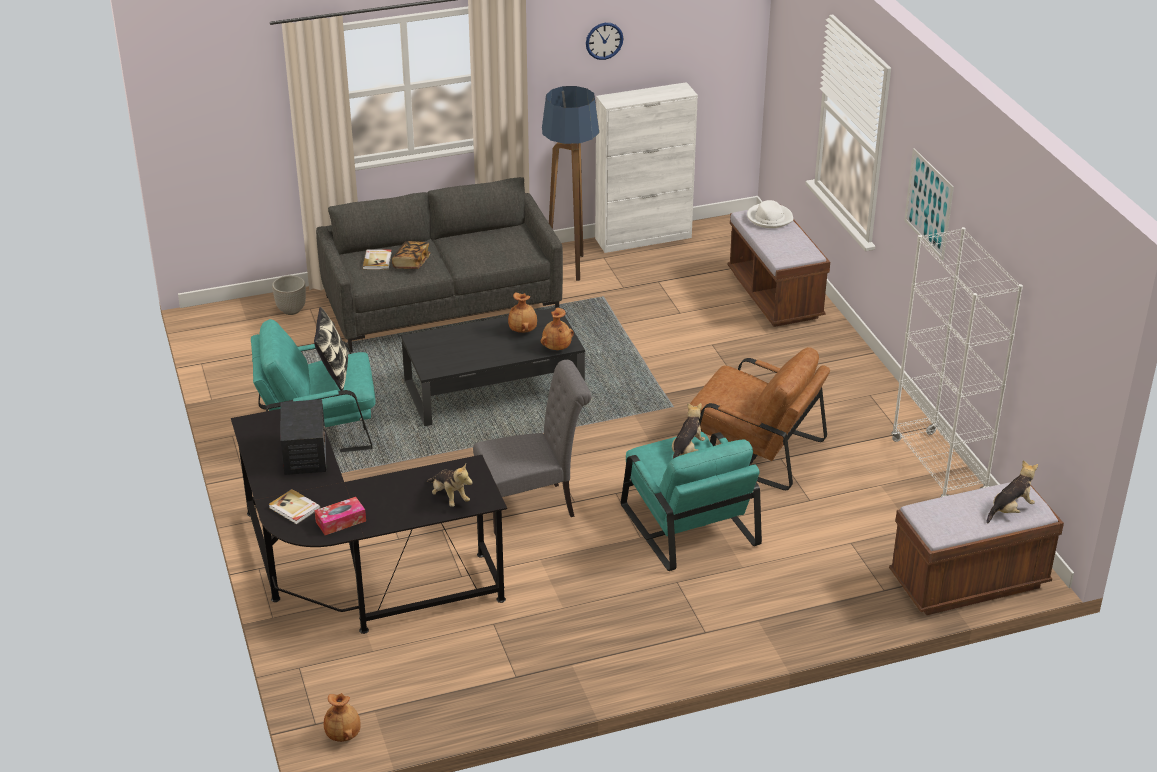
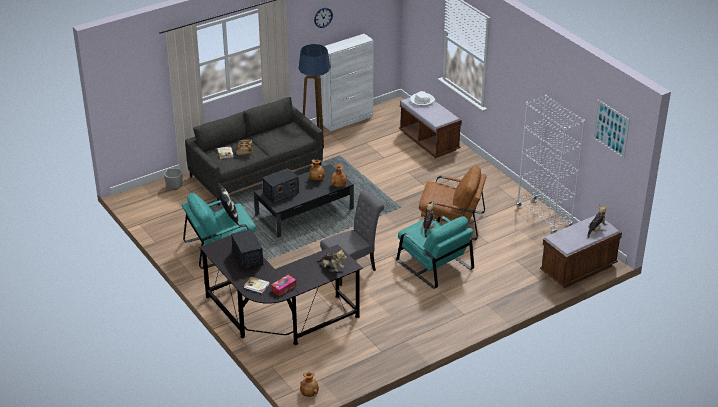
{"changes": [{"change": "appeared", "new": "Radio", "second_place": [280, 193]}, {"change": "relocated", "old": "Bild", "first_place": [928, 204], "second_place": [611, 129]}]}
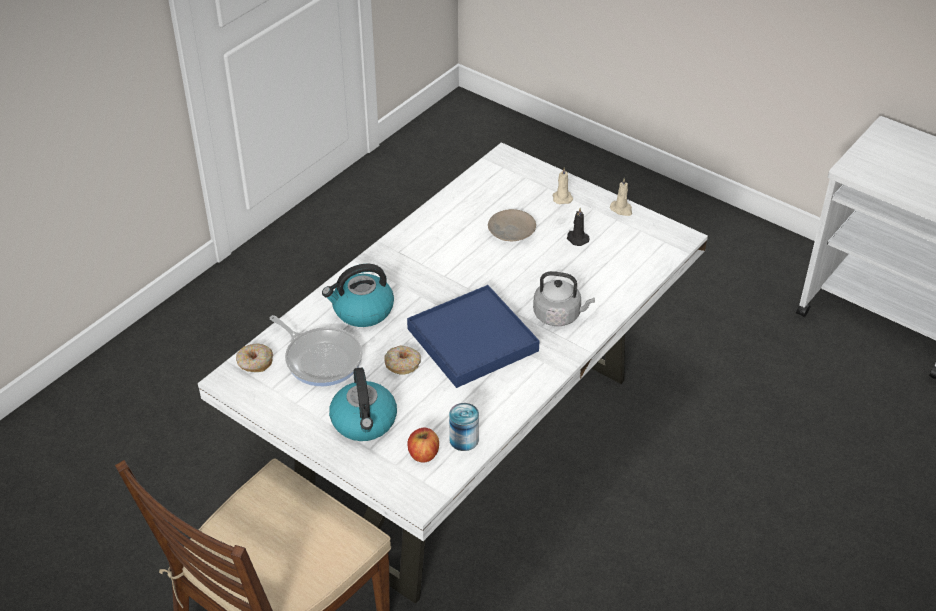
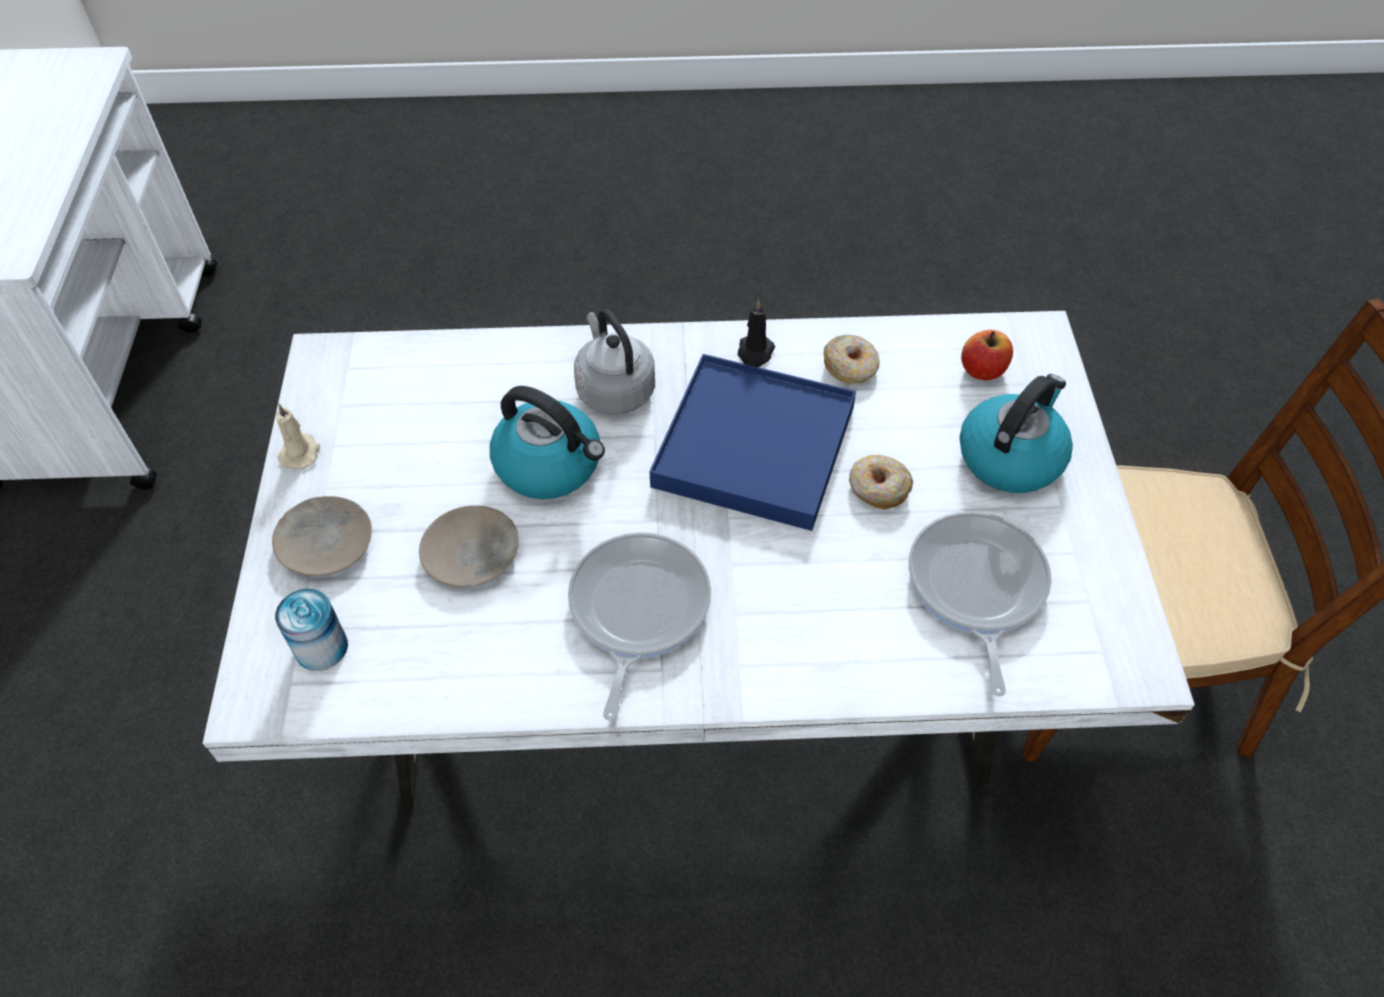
{"changes": [{"change": "appeared", "new": "Pfanne", "second_place": [636, 610]}, {"change": "relocated", "old": "Donut", "first_place": [255, 362], "second_place": [850, 367]}, {"change": "relocated", "old": "Wasserkessel", "first_place": [362, 311], "second_place": [550, 465]}, {"change": "relocated", "old": "Dose", "first_place": [464, 439], "second_place": [321, 647]}, {"change": "relocated", "old": "Kerze (schwarz)", "first_place": [577, 238], "second_place": [755, 353]}, {"change": "exchanged", "old": "Kerze (beige)", "new": "Teller (beige)", "first_place": [562, 197], "second_place": [325, 542]}]}
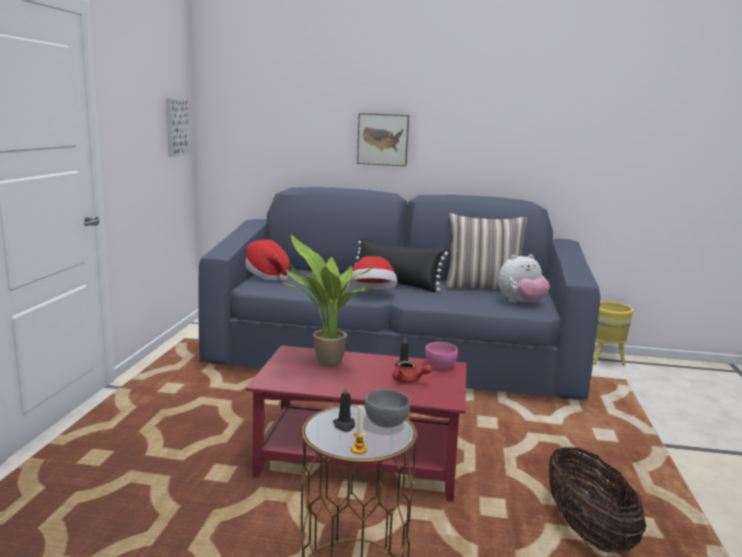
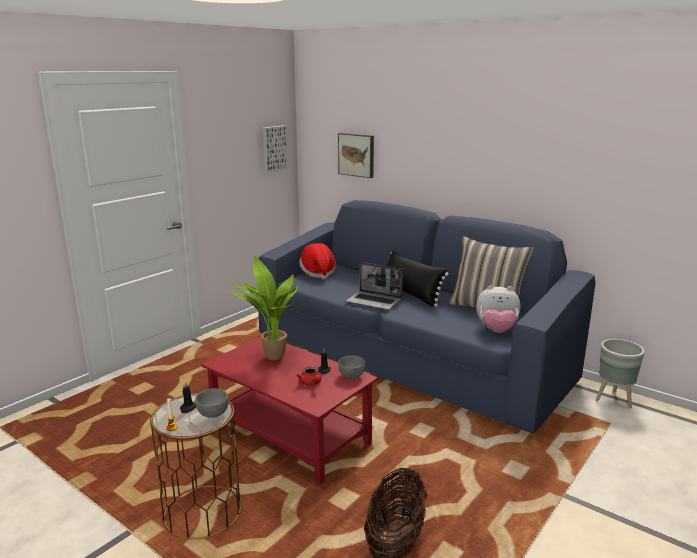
{"changes": [{"change": "relocated", "old": "Bild", "first_place": [383, 139], "second_place": [357, 155]}, {"change": "exchanged", "old": "Hut", "new": "Laptop", "first_place": [372, 294], "second_place": [375, 301]}, {"change": "colour", "old": "Schüssel (rosa)", "new": "Schüssel (grau)", "first_place": [440, 366], "second_place": [352, 376]}, {"change": "colour", "old": "Pflanzkübel (gelb)", "new": "Pflanzkübel (grau)", "first_place": [605, 361], "second_place": [614, 400]}]}
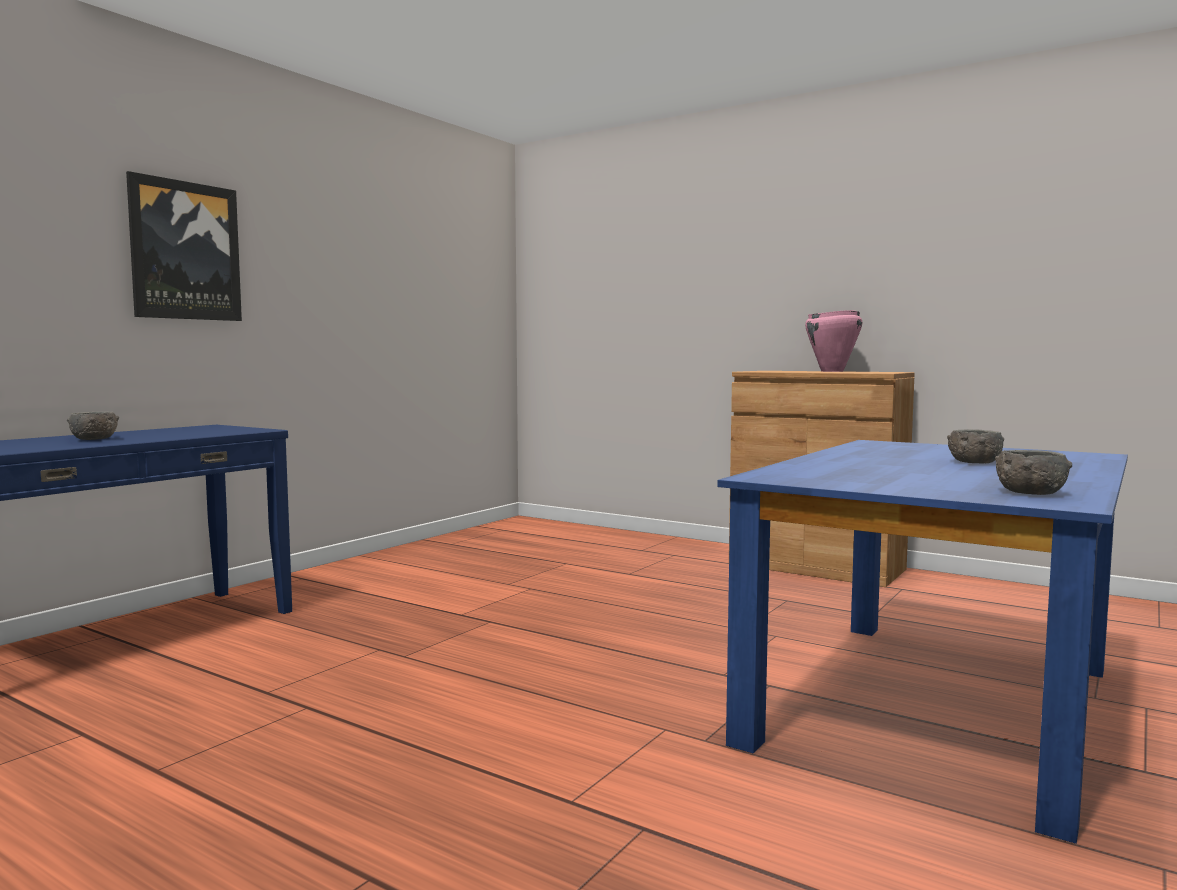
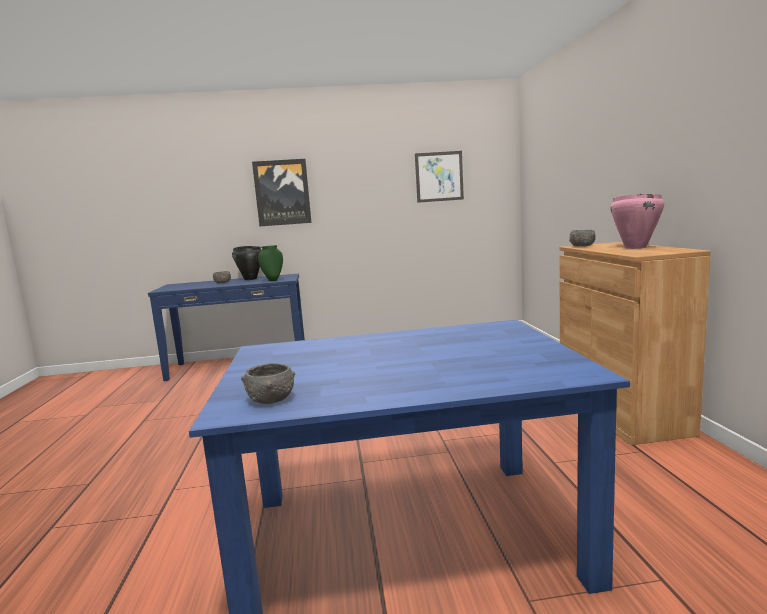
{"changes": [{"change": "appeared", "new": "Kochtopf (schwarz)", "second_place": [250, 279]}, {"change": "appeared", "new": "Vase (grün)", "second_place": [273, 280]}, {"change": "appeared", "new": "Bild", "second_place": [439, 176]}, {"change": "relocated", "old": "Schüssel (grau)", "first_place": [974, 462], "second_place": [582, 246]}]}
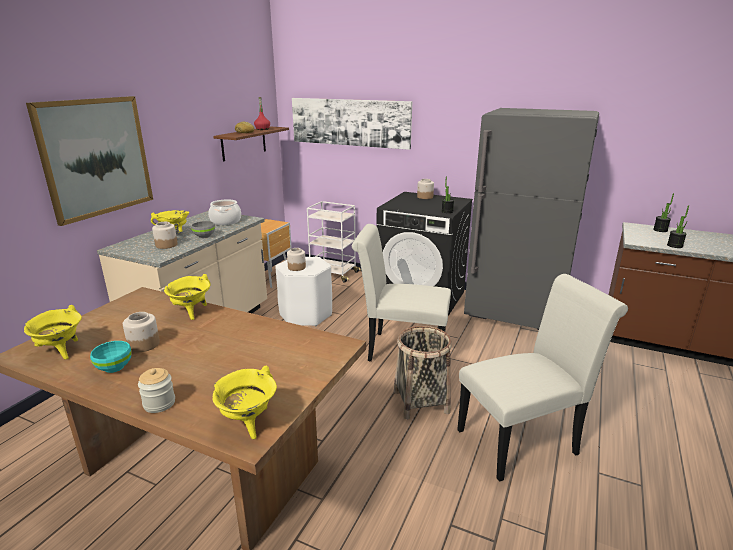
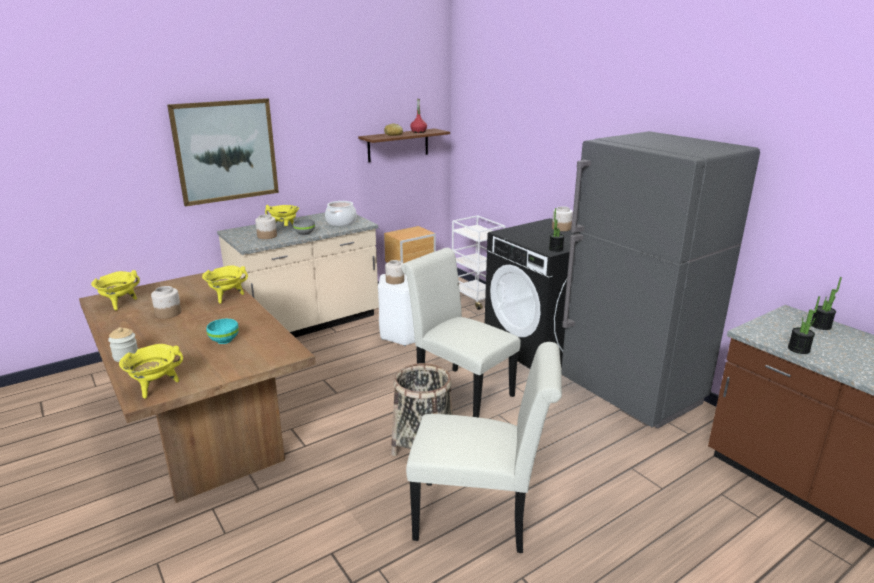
{"changes": [{"change": "missing", "old": "Bild", "first_place": [350, 122]}, {"change": "relocated", "old": "Schüssel (türkis)", "first_place": [114, 367], "second_place": [224, 340]}]}
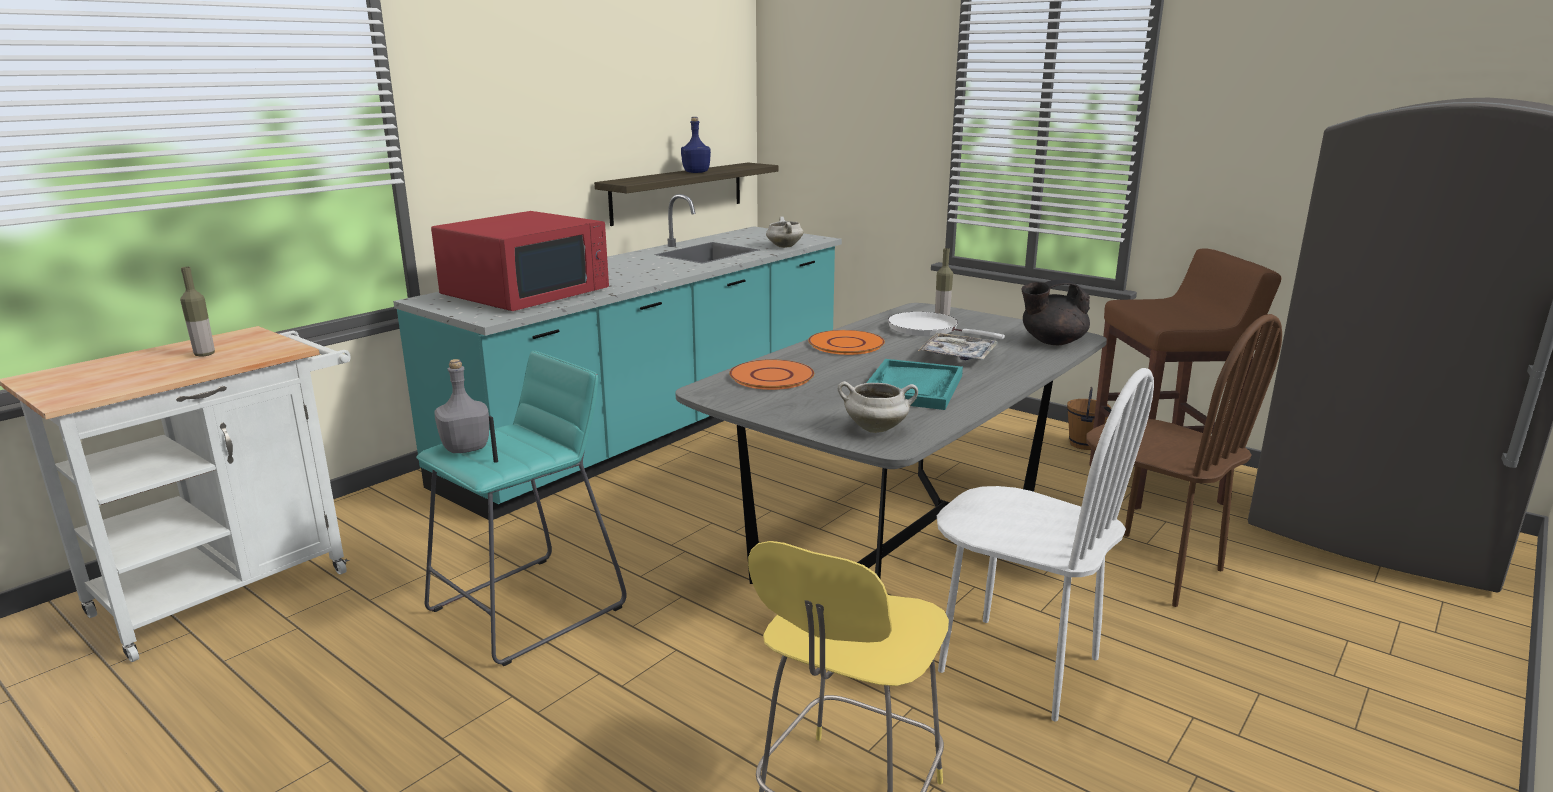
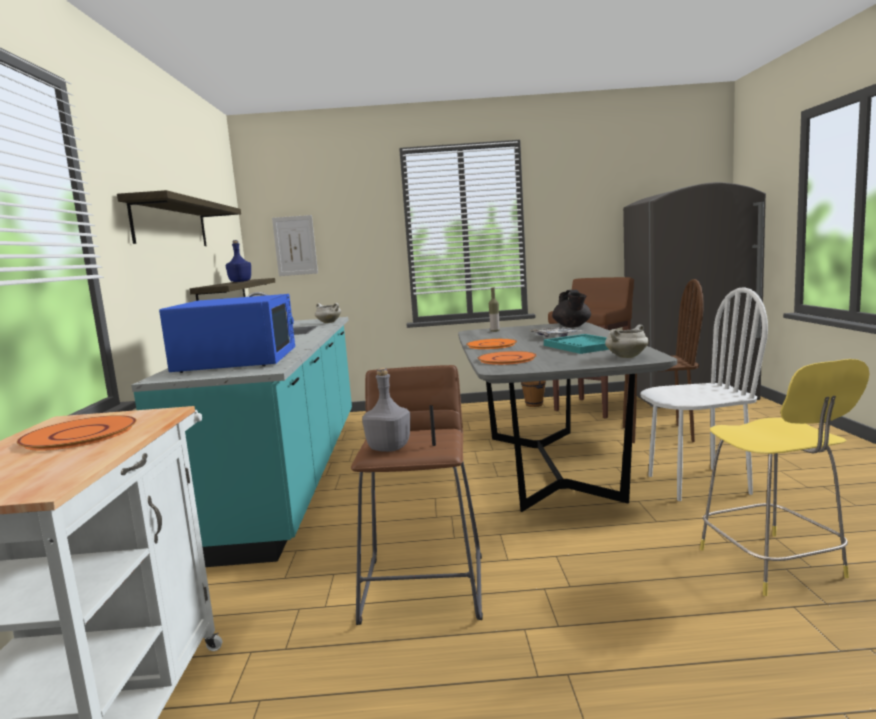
{"changes": [{"change": "missing", "old": "Pfanne (weiß)", "first_place": [927, 329]}, {"change": "appeared", "new": "Wandregal", "second_place": [171, 224]}, {"change": "appeared", "new": "Bild", "second_place": [295, 245]}, {"change": "exchanged", "old": "Flasche", "new": "Teller (orange)", "first_place": [204, 354], "second_place": [79, 435]}, {"change": "colour", "old": "Hocker (türkis)", "new": "Hocker (braun)", "first_place": [528, 608], "second_place": [423, 586]}, {"change": "colour", "old": "Mikrowelle (rot)", "new": "Mikrowelle (blau)", "first_place": [527, 292], "second_place": [238, 360]}, {"change": "spun", "old": "Teekanne (schwarz)", "first_place": [1052, 342], "second_place": [572, 326], "degrees": -45}]}
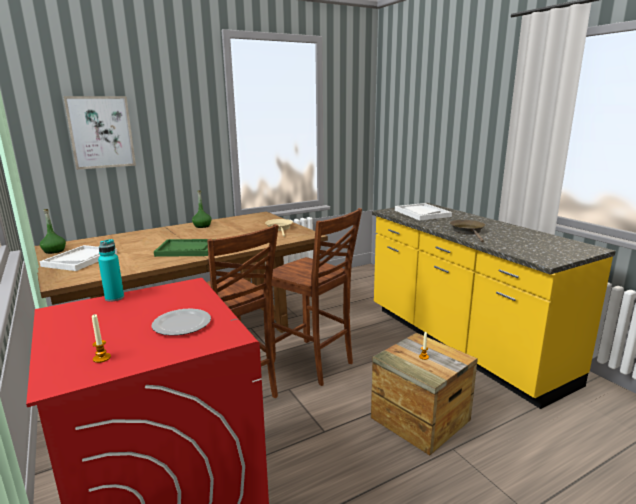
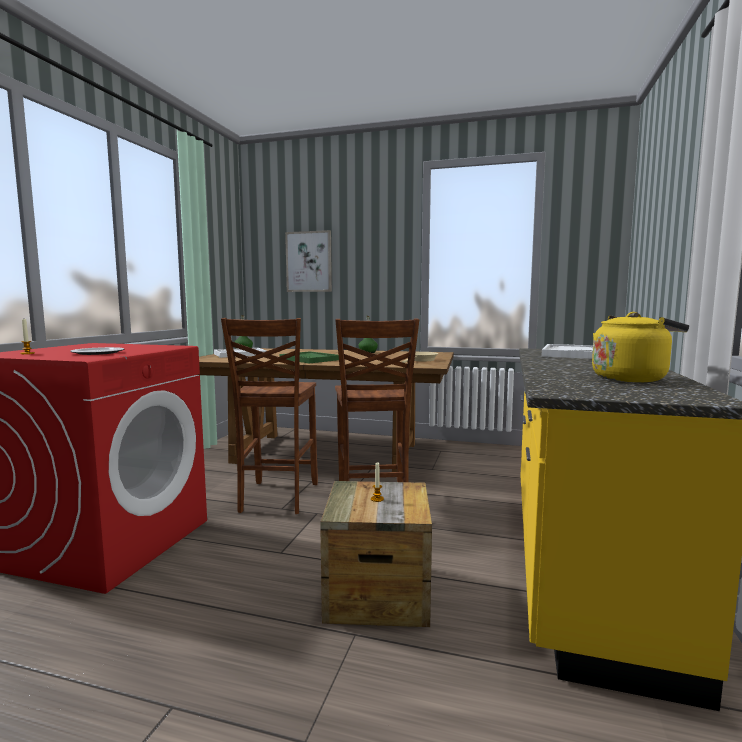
{"changes": [{"change": "missing", "old": "Flasche (türkis)", "first_place": [114, 298]}, {"change": "missing", "old": "Pfanne (braun)", "first_place": [468, 231]}, {"change": "appeared", "new": "Wasserkessel (gelb)", "second_place": [631, 378]}]}
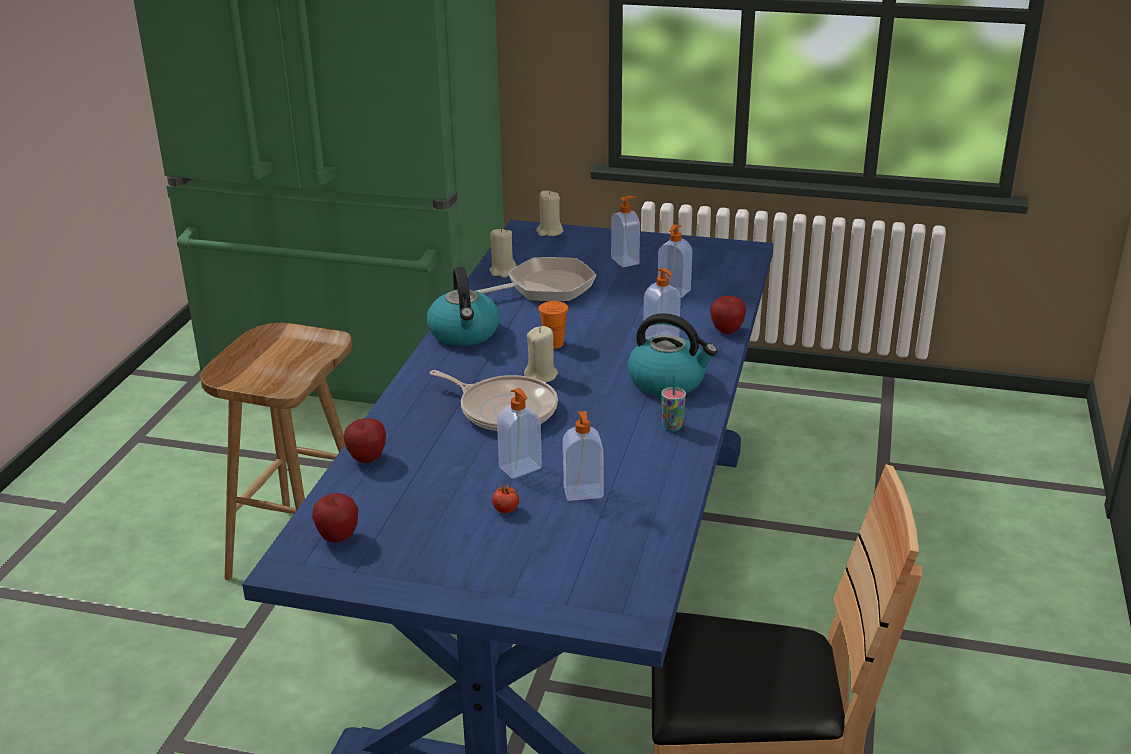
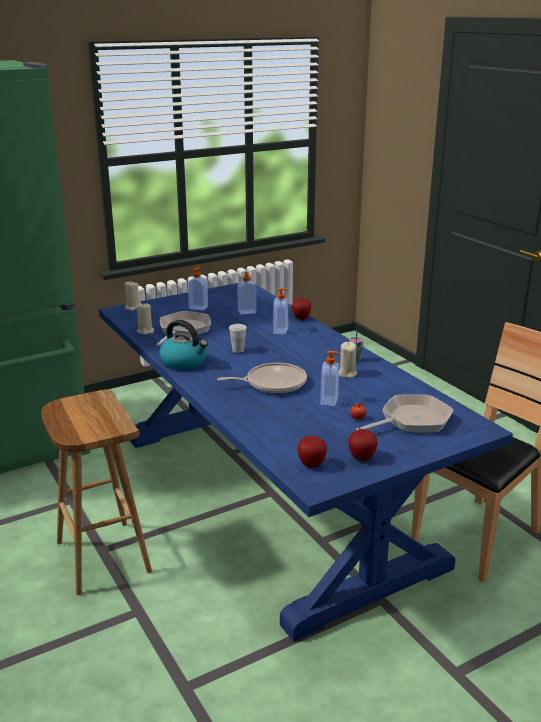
{"changes": [{"change": "missing", "old": "Seifenspender", "first_place": [583, 493]}, {"change": "missing", "old": "Wasserkessel", "first_place": [668, 381]}, {"change": "appeared", "new": "Pfanne", "second_place": [411, 420]}, {"change": "relocated", "old": "Apfel", "first_place": [367, 459], "second_place": [361, 458]}, {"change": "relocated", "old": "Kerze (beige)", "first_place": [541, 376], "second_place": [346, 374]}, {"change": "colour", "old": "Tasse (orange)", "new": "Tasse (weiß)", "first_place": [554, 344], "second_place": [238, 350]}]}
